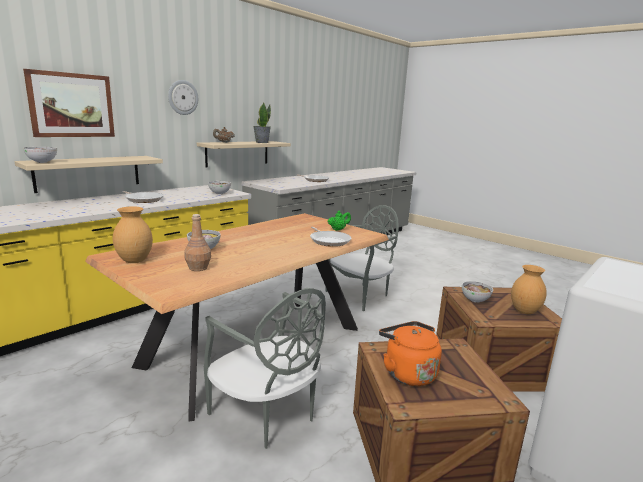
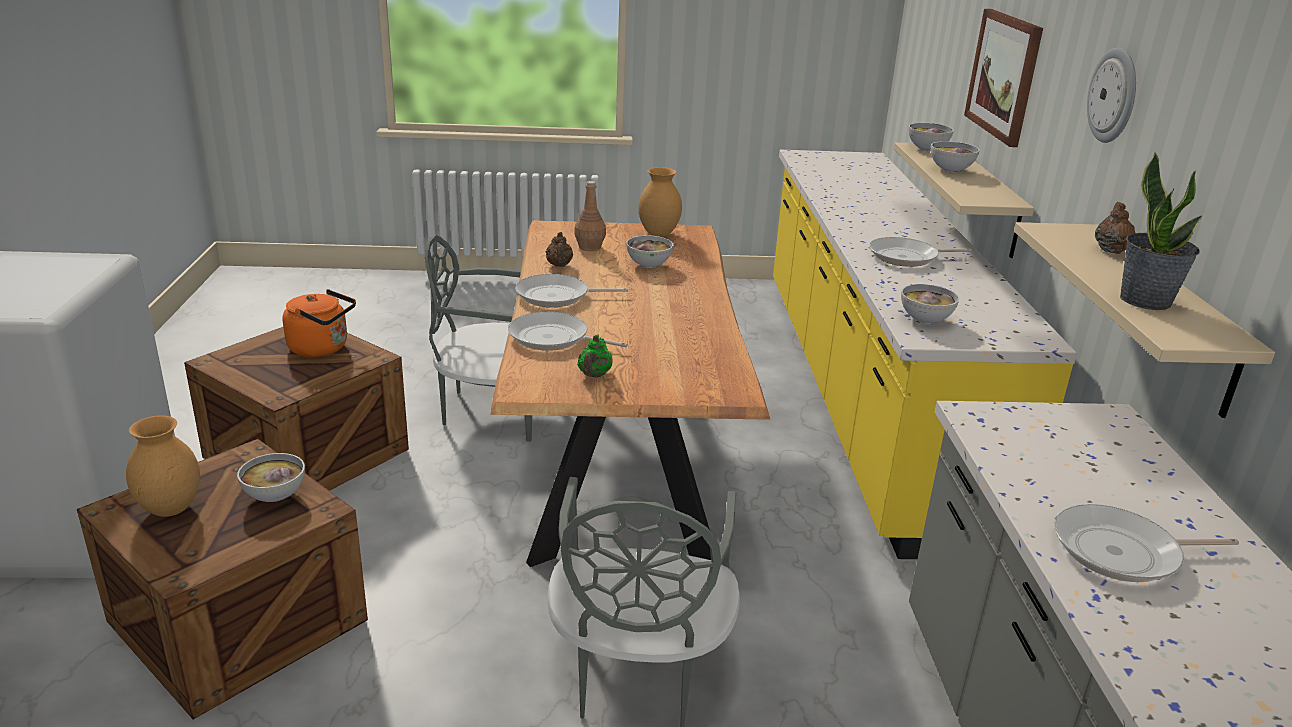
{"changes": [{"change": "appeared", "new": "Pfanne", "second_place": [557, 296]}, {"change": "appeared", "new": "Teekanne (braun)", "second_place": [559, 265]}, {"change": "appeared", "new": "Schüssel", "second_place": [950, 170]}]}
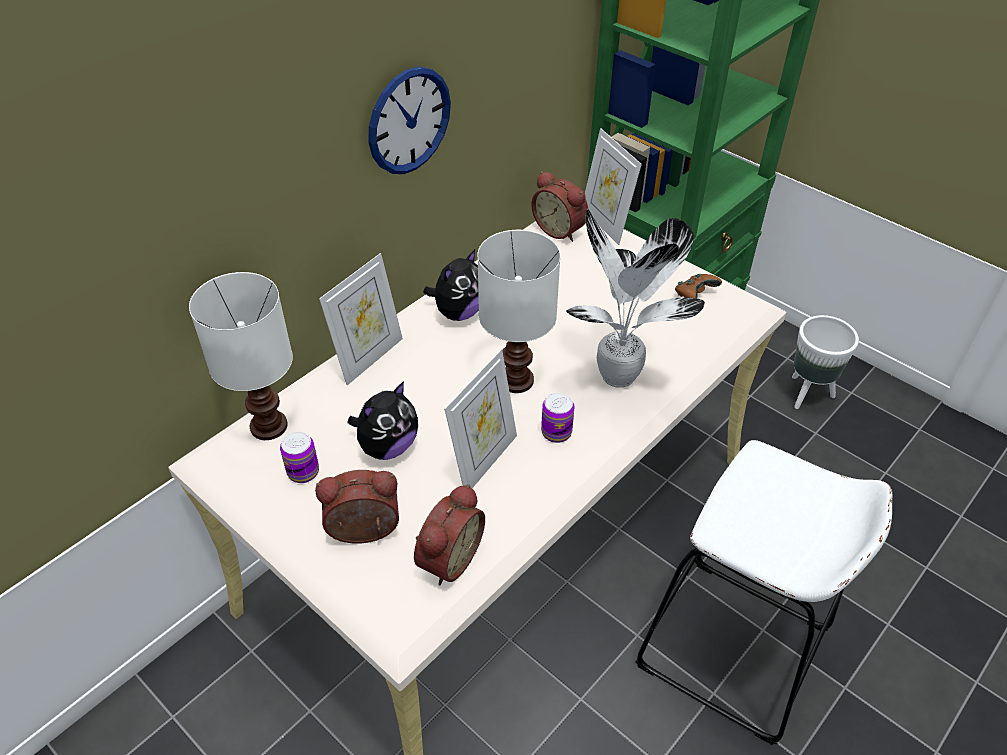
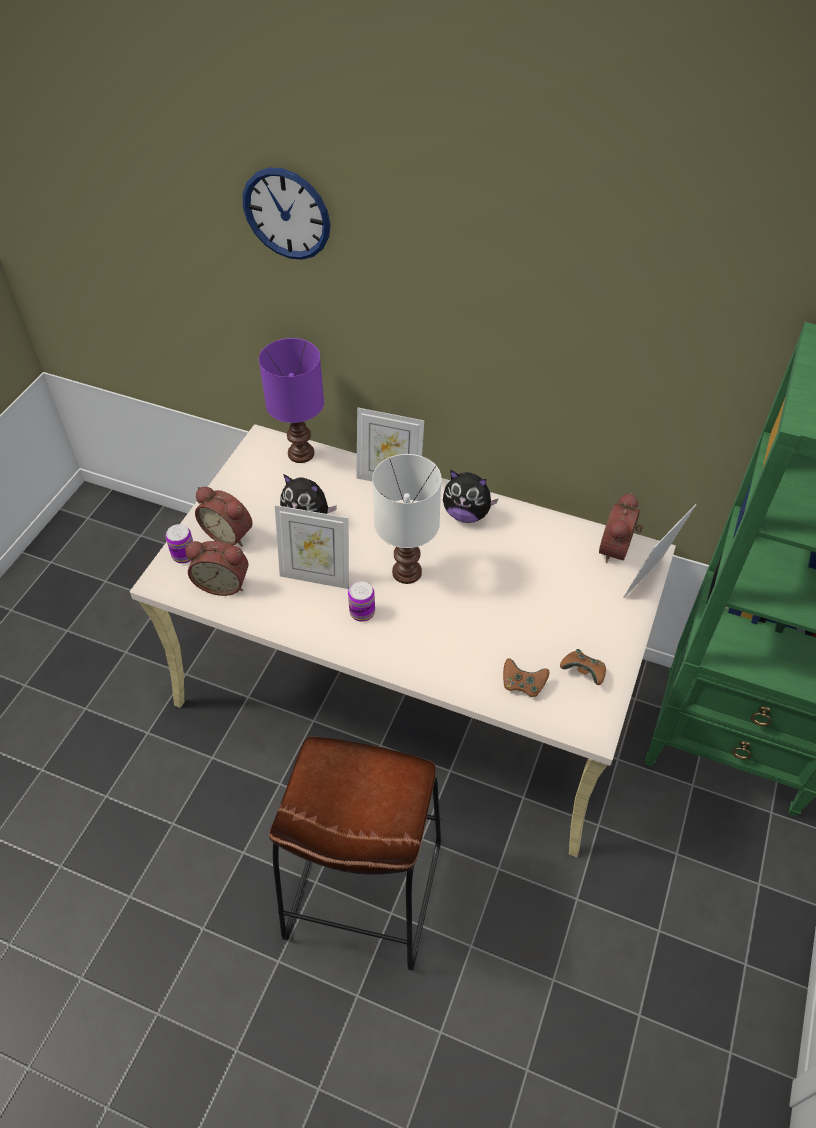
{"changes": [{"change": "missing", "old": "Topfpflanze", "first_place": [618, 379]}, {"change": "missing", "old": "Pflanzkübel (weiß)", "first_place": [807, 393]}, {"change": "appeared", "new": "Gamepad (braun)", "second_place": [522, 684]}, {"change": "relocated", "old": "Dose", "first_place": [303, 472], "second_place": [184, 555]}, {"change": "relocated", "old": "Wanduhr", "first_place": [409, 121], "second_place": [287, 214]}, {"change": "colour", "old": "Tischlampe (weiß)", "new": "Tischlampe (lila)", "first_place": [268, 425], "second_place": [302, 453]}, {"change": "colour", "old": "Hocker (weiß)", "new": "Hocker (braun)", "first_place": [733, 648], "second_place": [363, 890]}, {"change": "spun", "old": "Wecker", "first_place": [364, 533], "second_place": [229, 533], "degrees": 150}]}
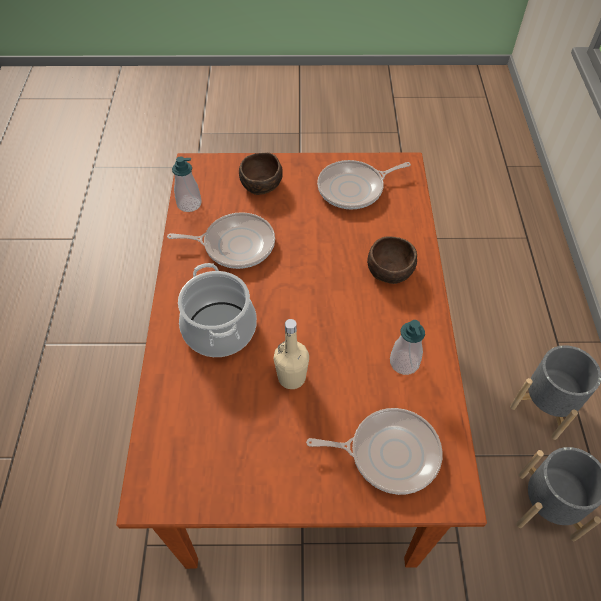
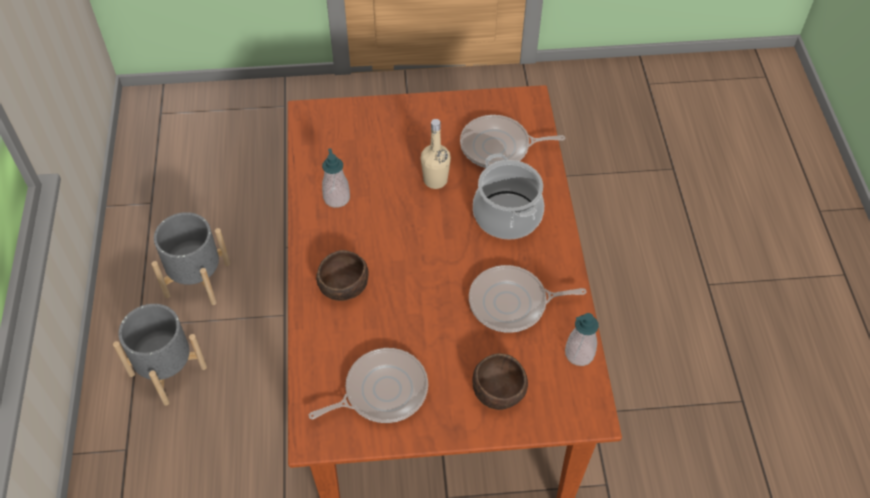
{"changes": [{"change": "relocated", "old": "Pfanne", "first_place": [389, 453], "second_place": [499, 147]}]}
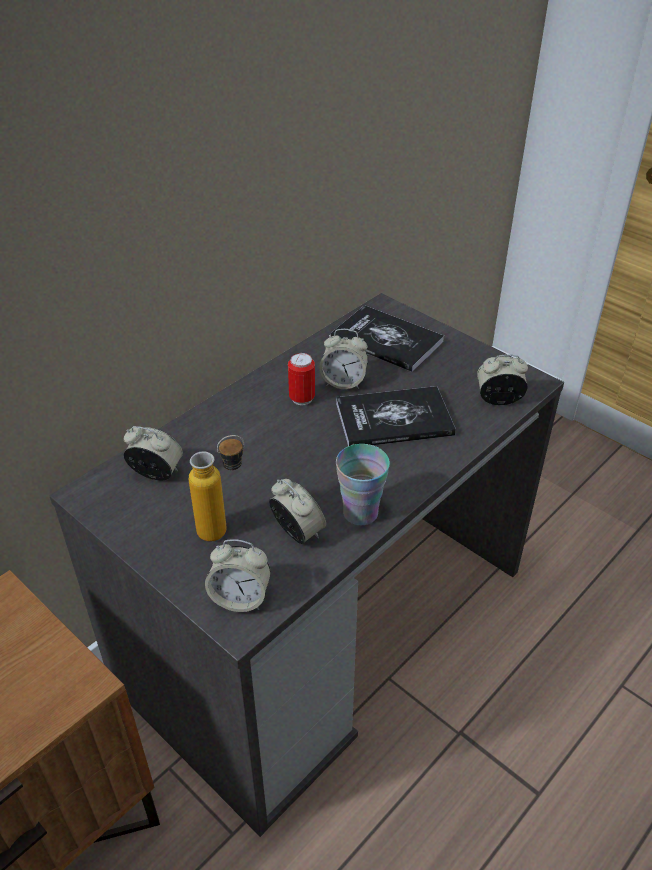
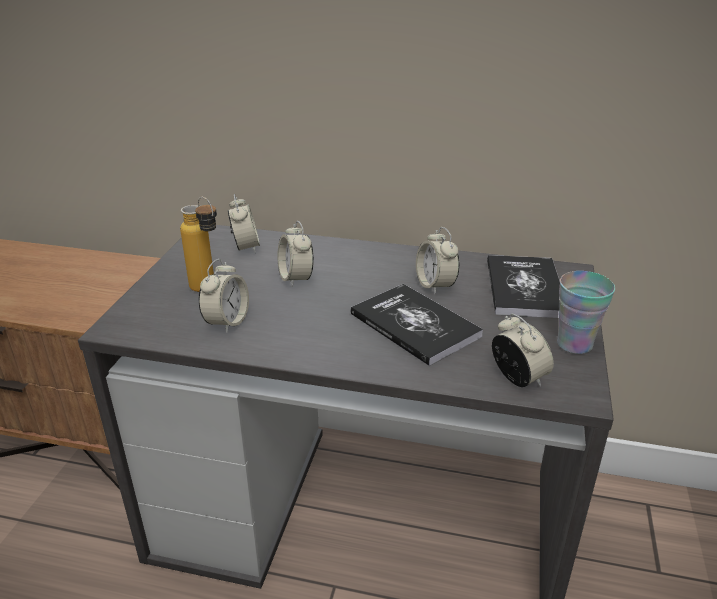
{"changes": [{"change": "missing", "old": "Dose", "first_place": [302, 398]}, {"change": "relocated", "old": "Wecker", "first_place": [240, 598], "second_place": [296, 278]}, {"change": "relocated", "old": "Tasse", "first_place": [360, 513], "second_place": [574, 344]}]}
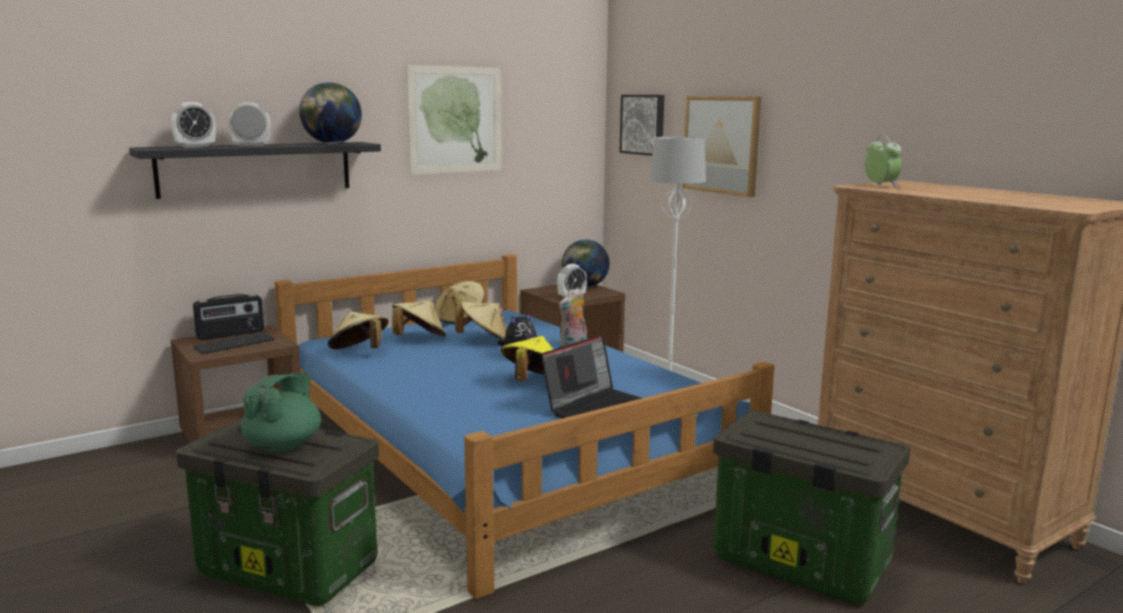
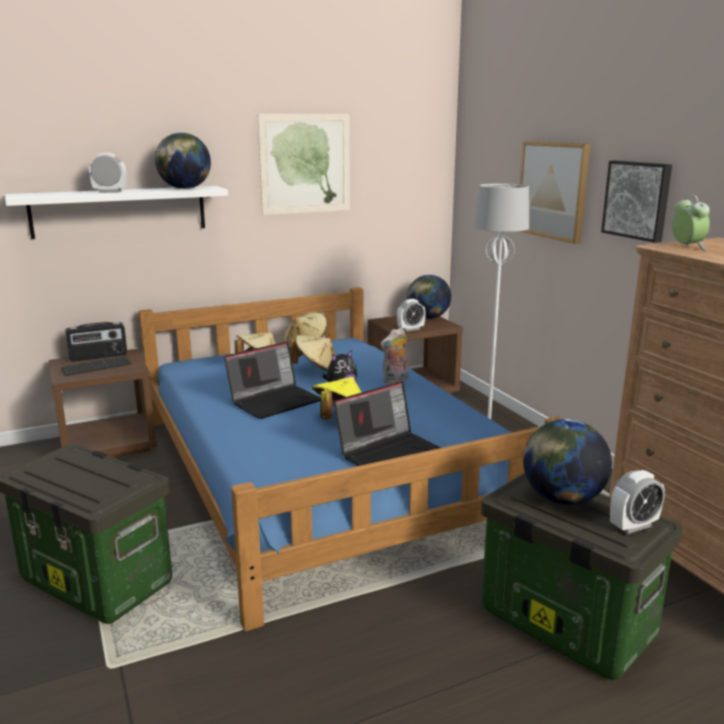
{"changes": [{"change": "missing", "old": "Teekanne (grün)", "first_place": [284, 445]}, {"change": "missing", "old": "Hut (beige)", "first_place": [359, 352]}, {"change": "appeared", "new": "Laptop", "second_place": [275, 401]}, {"change": "appeared", "new": "Globus", "second_place": [562, 499]}, {"change": "relocated", "old": "Wecker", "first_place": [195, 147], "second_place": [633, 526]}, {"change": "relocated", "old": "Bild", "first_place": [643, 124], "second_place": [638, 200]}, {"change": "colour", "old": "Wandregal (schwarz)", "new": "Wandregal (weiß)", "first_place": [256, 168], "second_place": [119, 211]}]}
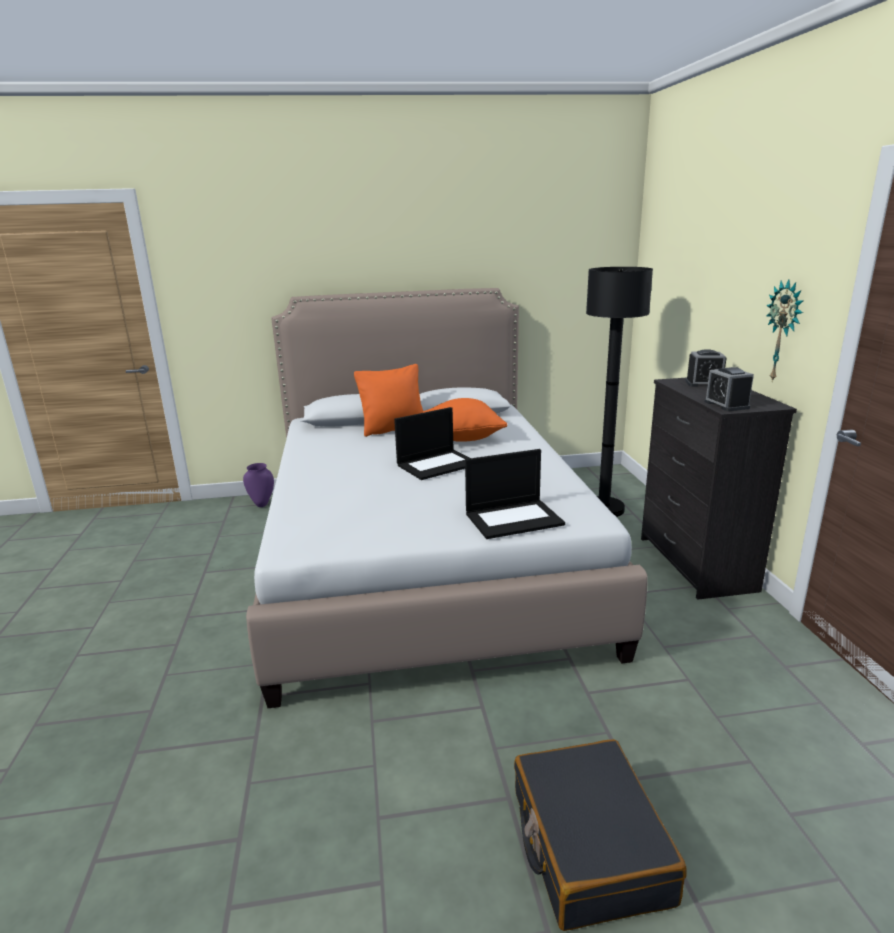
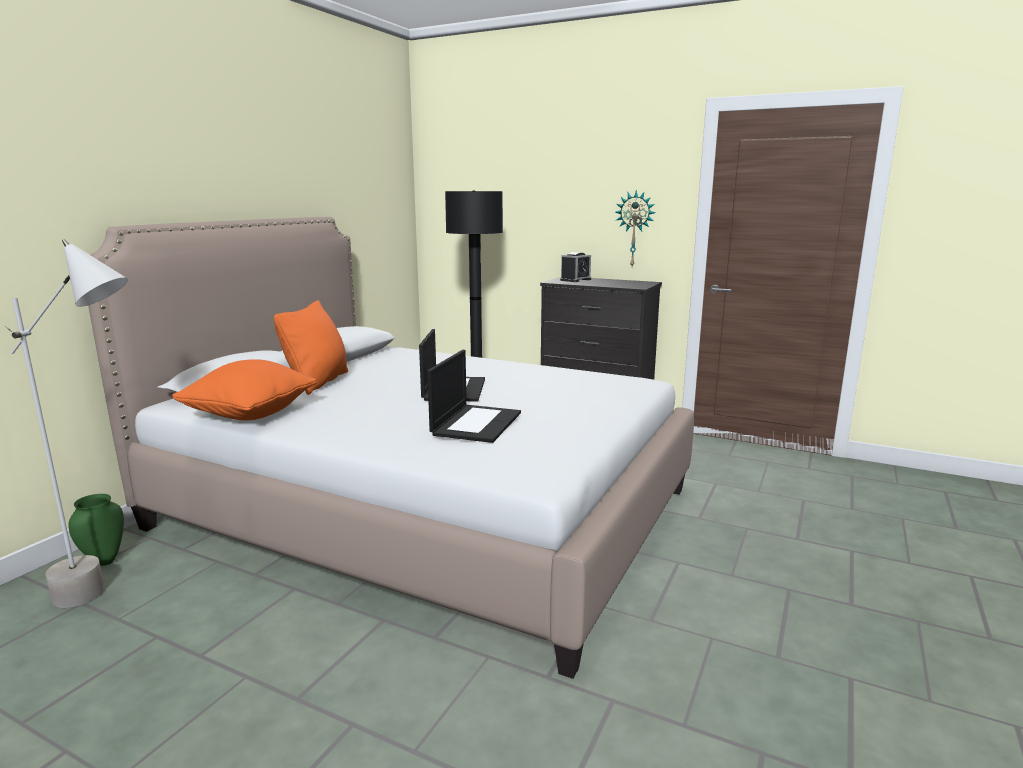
{"changes": [{"change": "missing", "old": "Koffer (schwarz)", "first_place": [588, 845]}, {"change": "missing", "old": "Wecker", "first_place": [726, 405]}, {"change": "appeared", "new": "Stehlampe (grau)", "second_place": [114, 596]}, {"change": "relocated", "old": "Kissen (orange)", "first_place": [463, 437], "second_place": [250, 415]}, {"change": "relocated", "old": "Laptop", "first_place": [514, 518], "second_place": [476, 423]}, {"change": "colour", "old": "Vase (lila)", "new": "Vase (grün)", "first_place": [261, 505], "second_place": [104, 561]}]}
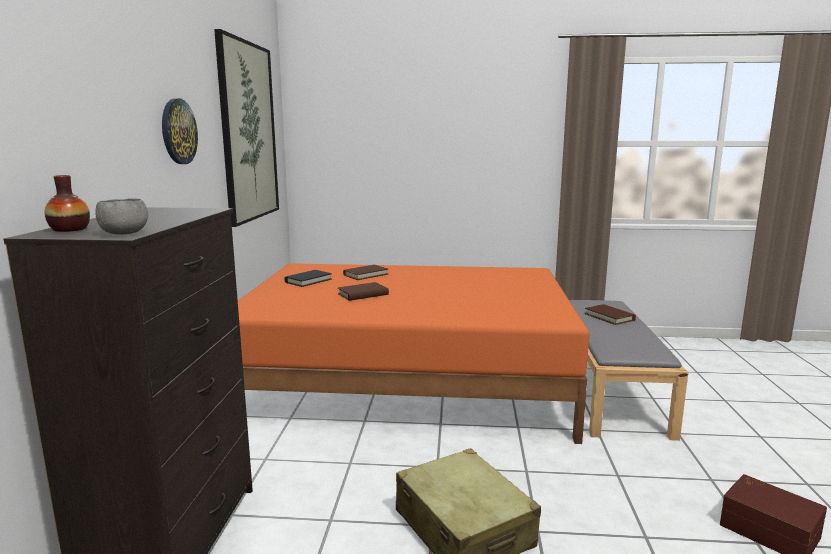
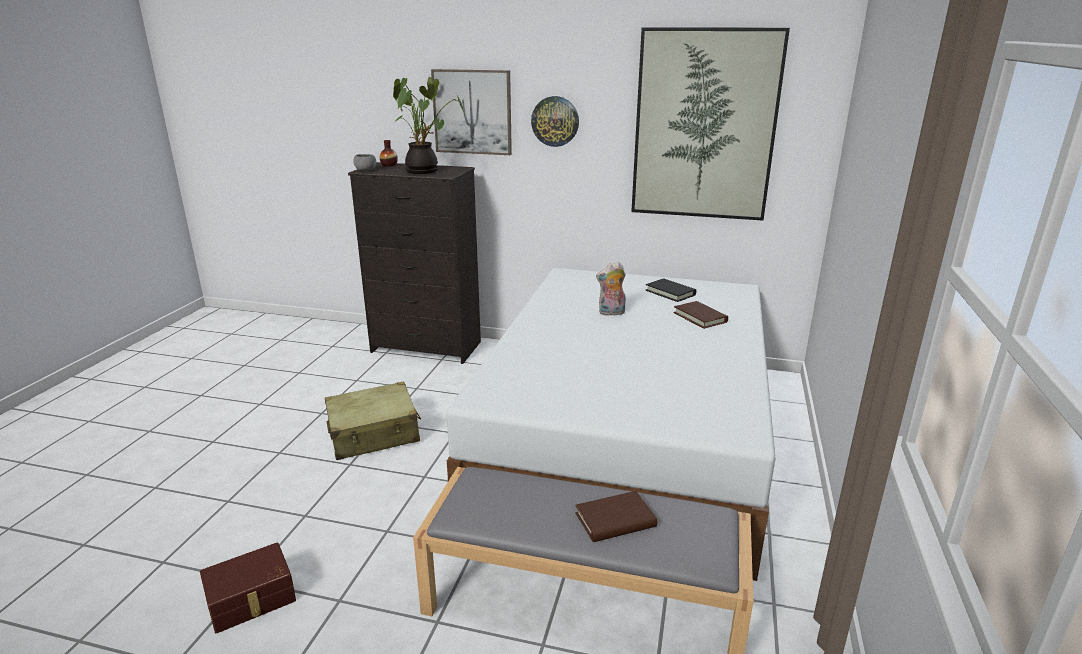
{"changes": [{"change": "appeared", "new": "Topfpflanze", "second_place": [425, 171]}, {"change": "appeared", "new": "Bild", "second_place": [472, 112]}, {"change": "exchanged", "old": "Buch (braun)", "new": "Plüschtier", "first_place": [363, 294], "second_place": [611, 313]}, {"change": "colour", "old": "Bett (orange)", "new": "Bett (weiß)", "first_place": [407, 381], "second_place": [628, 434]}]}
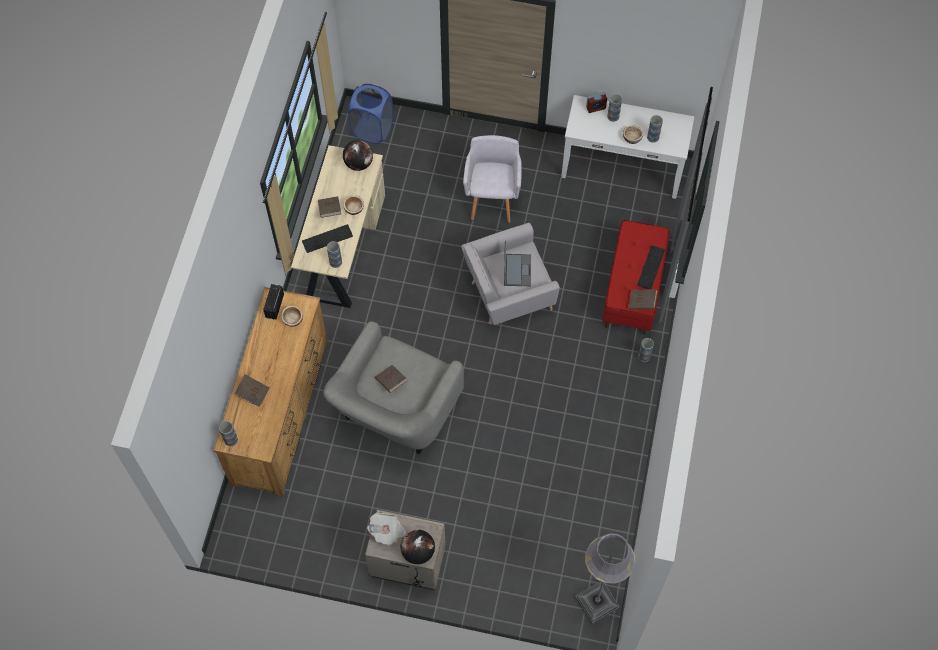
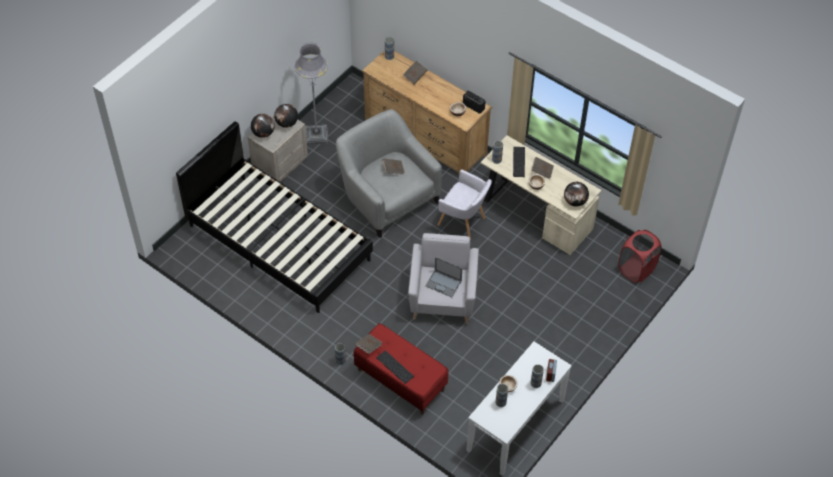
{"changes": [{"change": "appeared", "new": "Bett (schwarz)", "second_place": [278, 242]}, {"change": "relocated", "old": "Sessel (grau)", "first_place": [492, 199], "second_place": [463, 223]}, {"change": "relocated", "old": "Stehlampe (grau)", "first_place": [596, 602], "second_place": [316, 135]}, {"change": "exchanged", "old": "Zeitung", "new": "Globus", "first_place": [387, 531], "second_place": [286, 123]}, {"change": "colour", "old": "Wäschekorb (blau)", "new": "Wäschekorb (rot)", "first_place": [372, 129], "second_place": [636, 269]}]}
